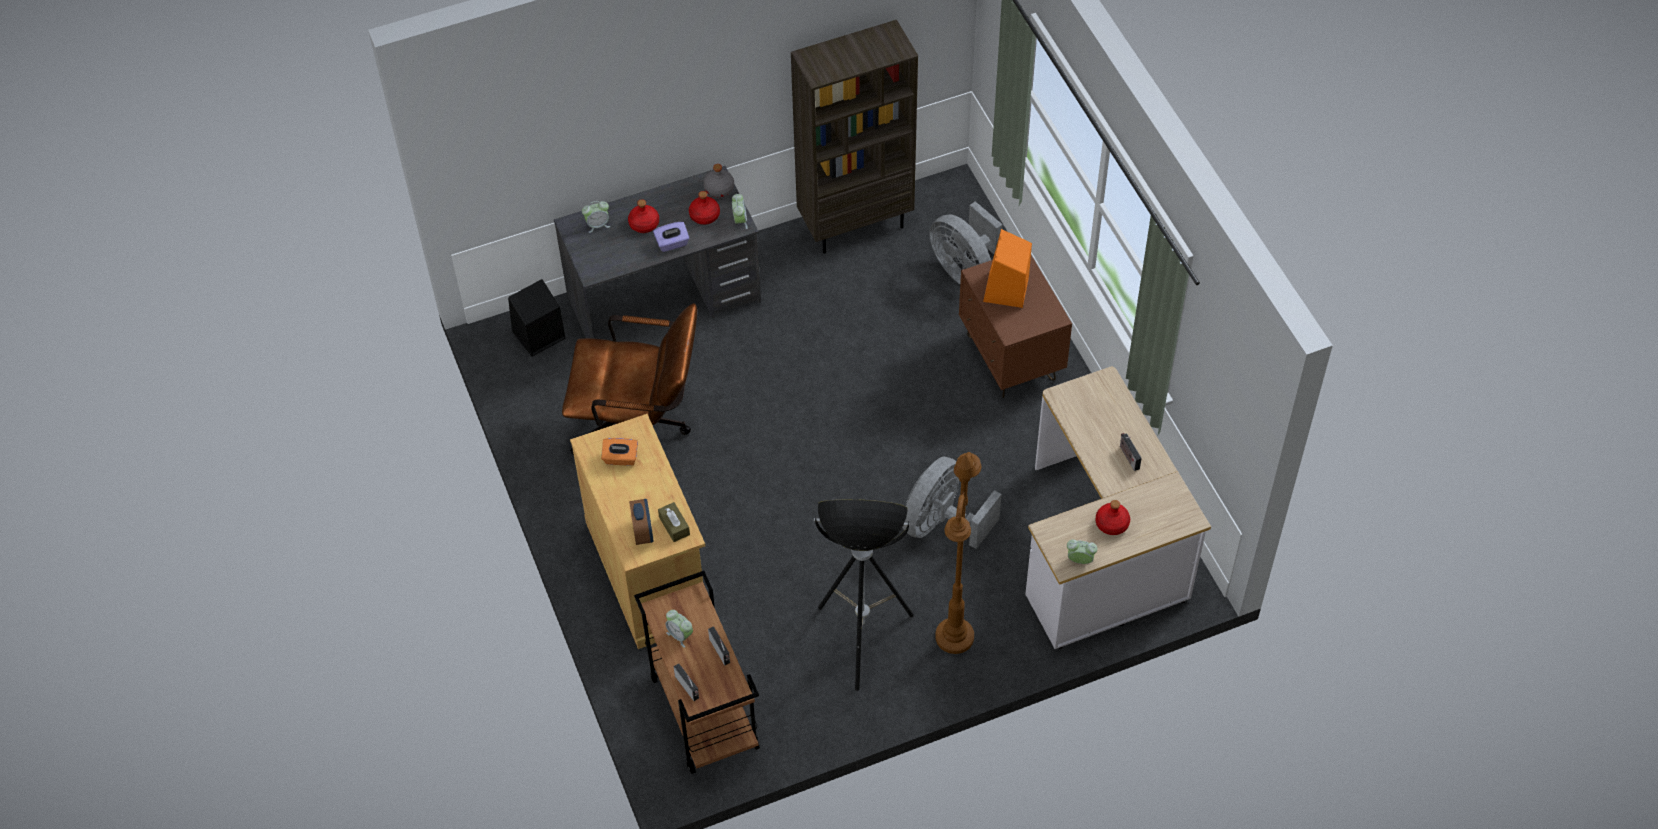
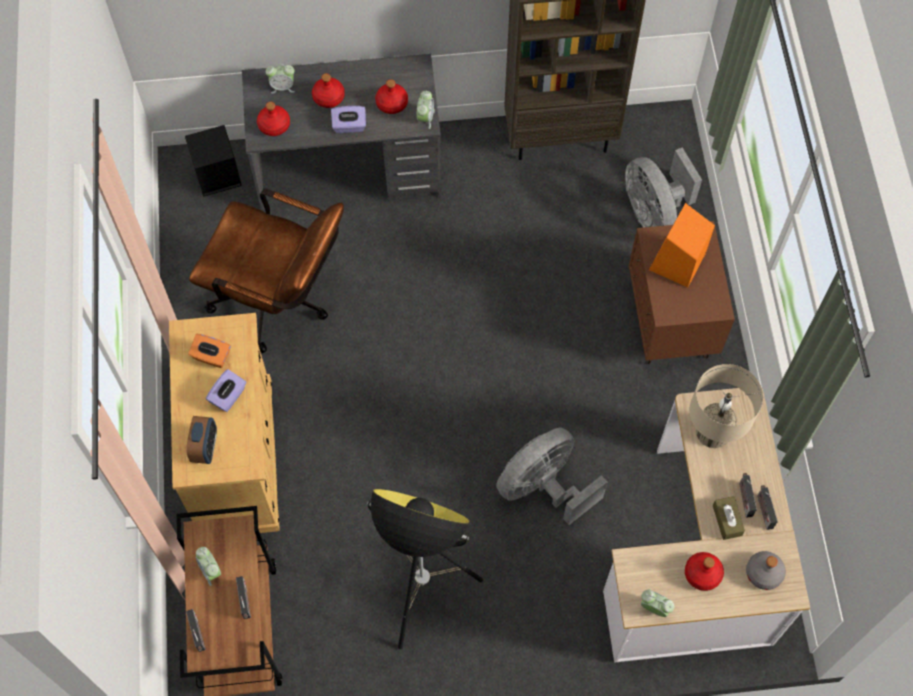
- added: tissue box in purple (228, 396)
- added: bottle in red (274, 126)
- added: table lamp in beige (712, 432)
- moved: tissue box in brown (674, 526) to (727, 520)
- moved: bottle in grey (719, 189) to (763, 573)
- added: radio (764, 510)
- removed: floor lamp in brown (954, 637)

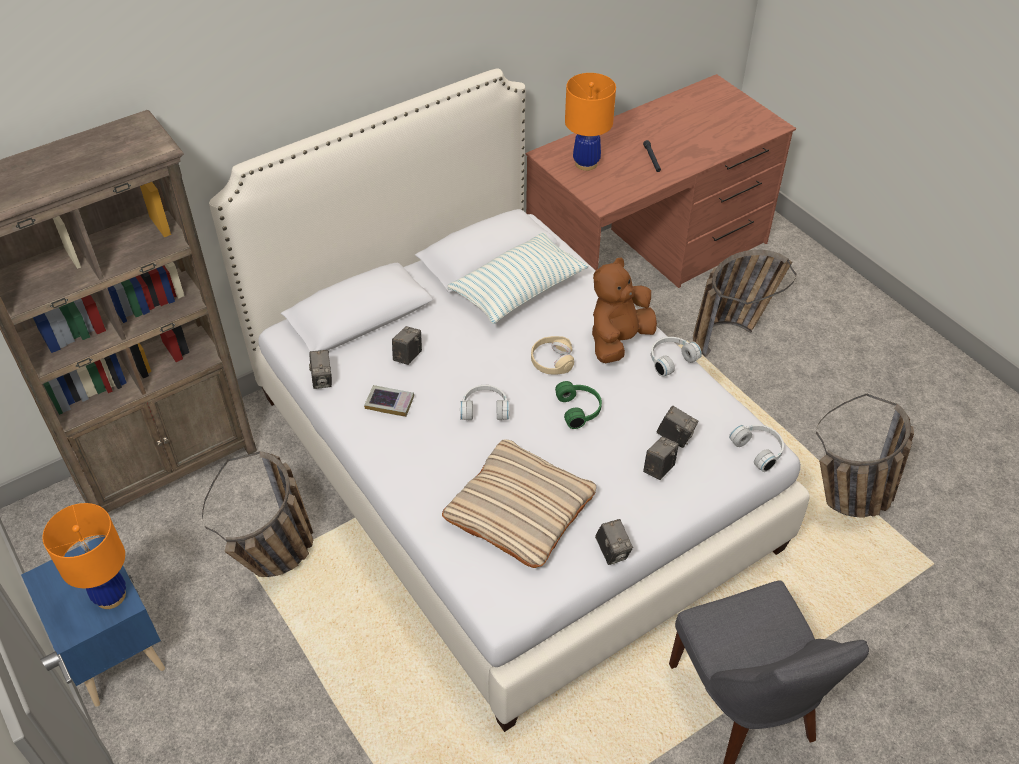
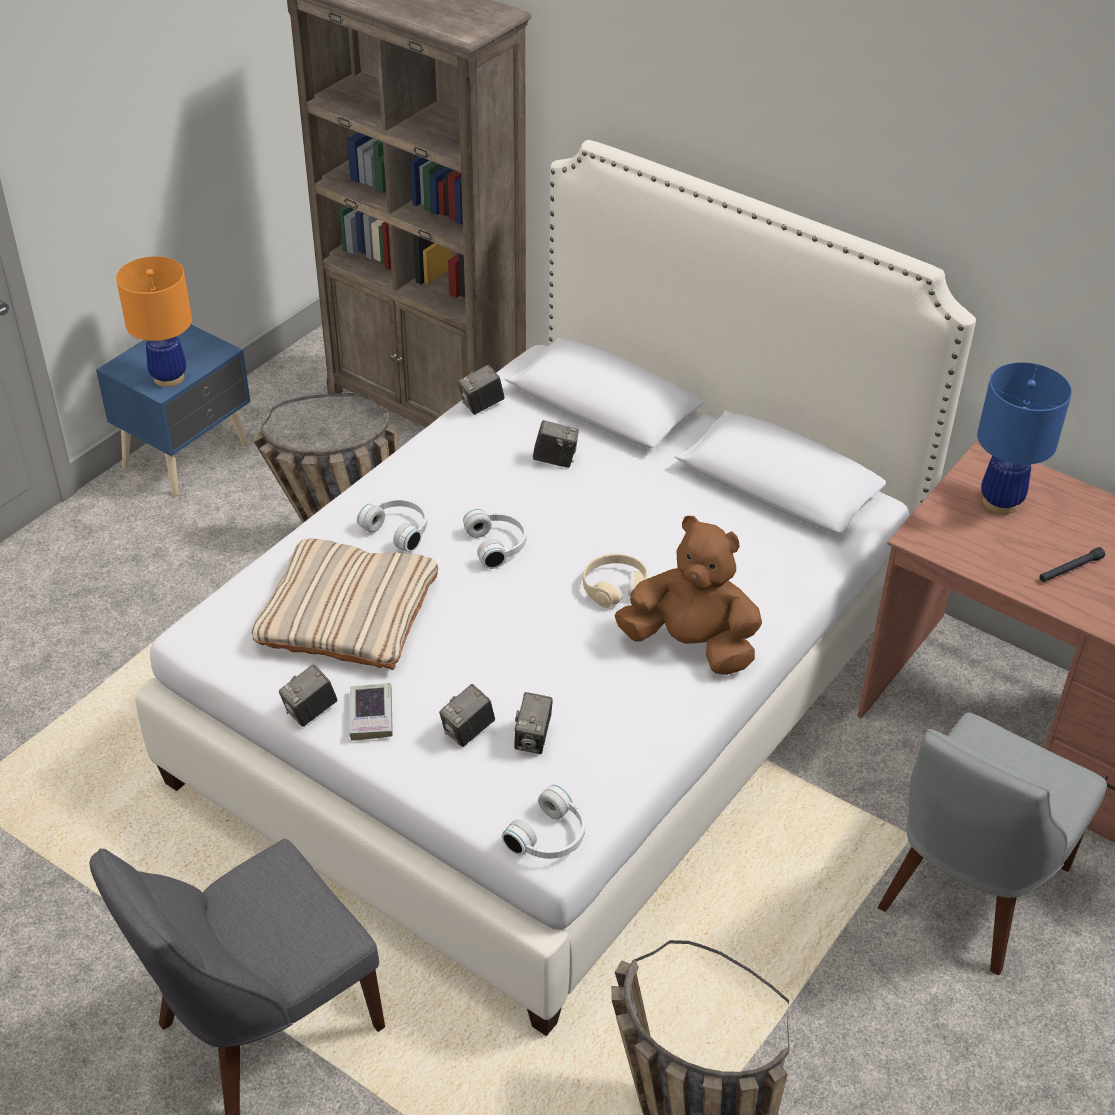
- moved: book (389, 403) to (371, 715)
- moved: headphones in white (670, 359) to (399, 530)
- turned: photo camera (659, 468) = (468, 731) 120 degrees clockwise
- replaced: basket (731, 333) to chair in grey (968, 893)
- recoloured: table lamp in orange (586, 163) to table lamp in blue (1000, 502)
- removed: pillow (518, 290)
- removed: headphones in green (580, 409)

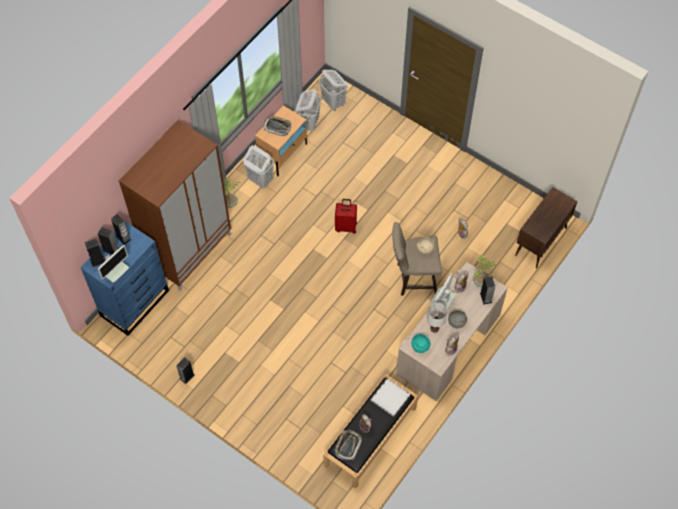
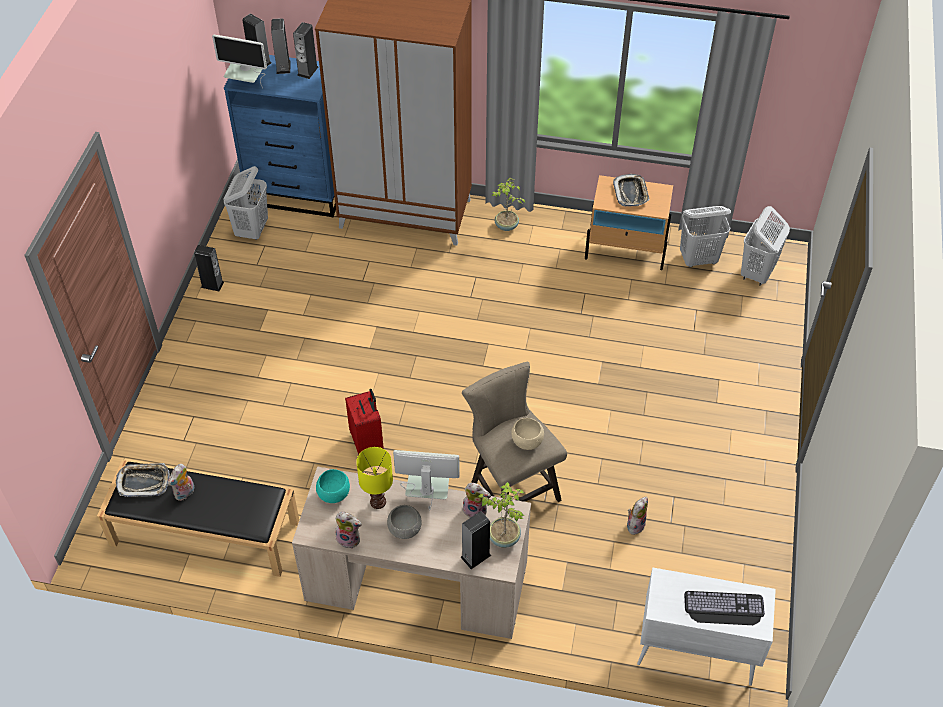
- moved: laundry basket in white (260, 180) to (252, 230)
- moved: suitcase in red (346, 226) to (368, 442)
- recoloured: table lamp in white (434, 328) to table lamp in yellow (378, 502)
- recoloured: cabinet in brown (540, 242) to cabinet in white (695, 652)
- added: keyboard (723, 609)
- removed: tray in white (390, 398)

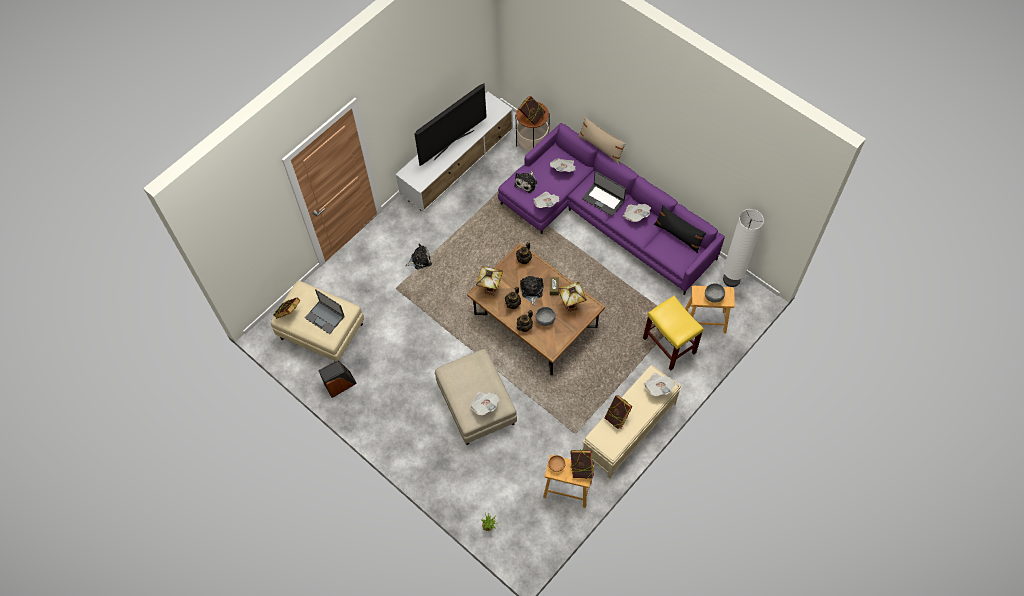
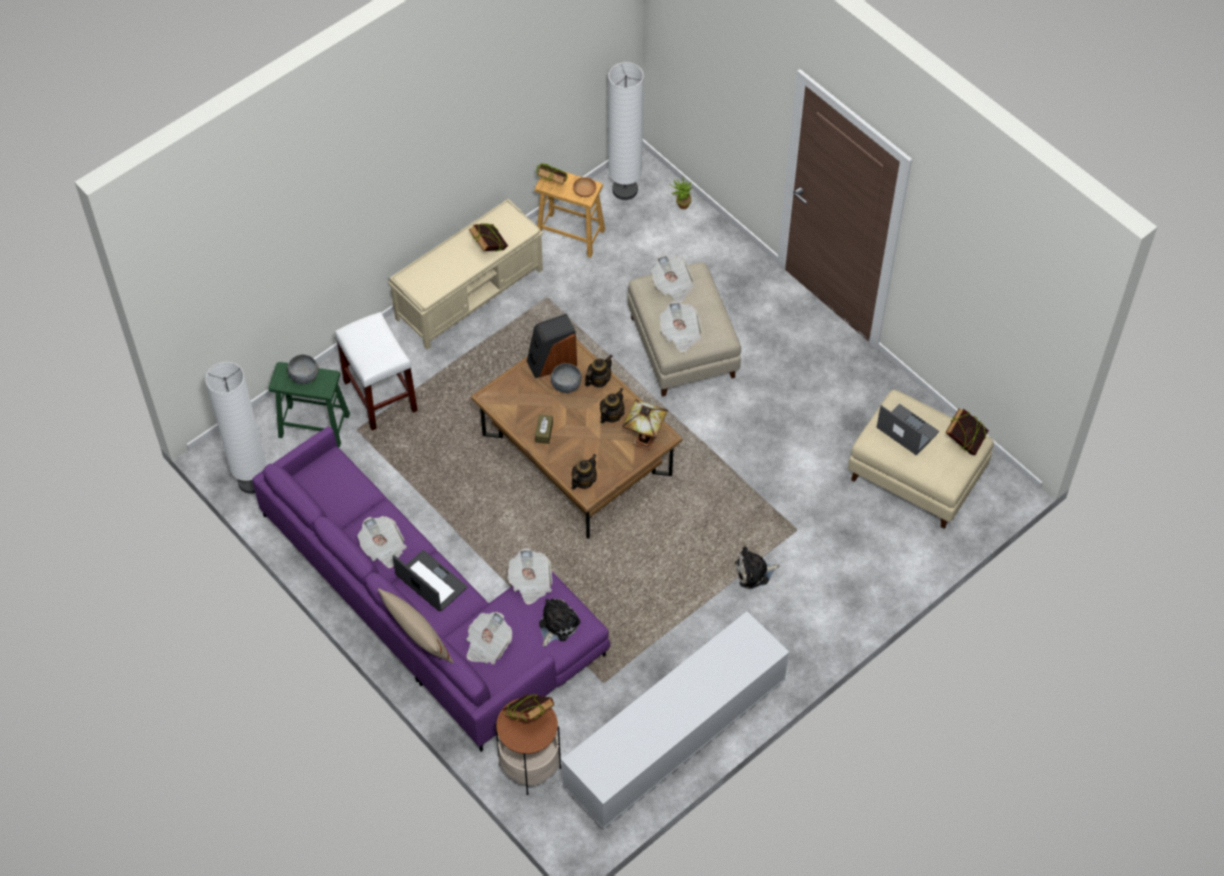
- recoloured: stool in brown (705, 320) to stool in green (314, 425)
- recoloured: stool in yellow (668, 345) to stool in white (381, 396)
- moved: speaker (340, 384) to (552, 362)
- added: floor lamp in white (625, 190)
- moved: newspaper (658, 387) to (680, 334)
- removed: television (453, 144)
- removed: plush toy (531, 291)
- removed: table lamp (571, 305)
- removed: pillow in black (678, 235)

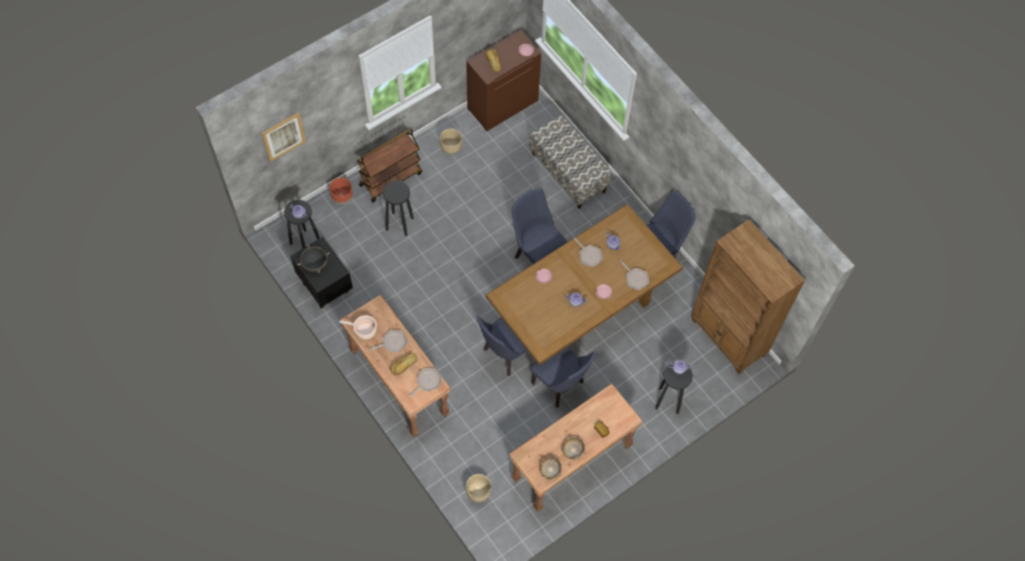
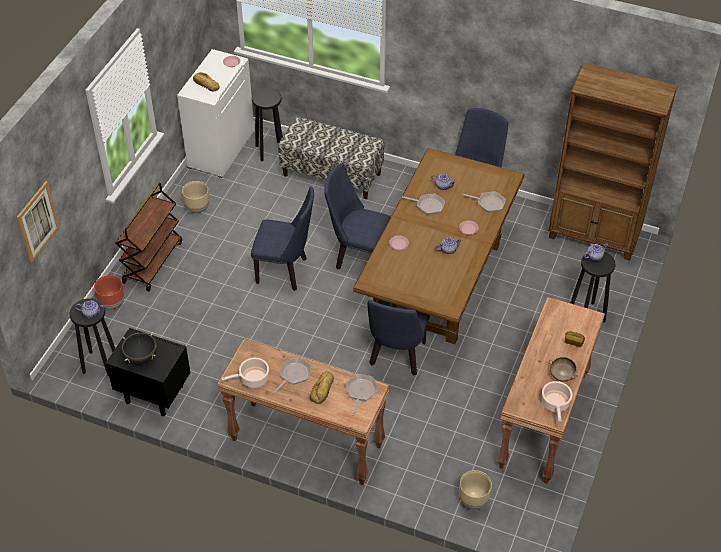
- recoloured: cabinet in brown (502, 104) to cabinet in white (221, 148)
- moved: chair in blue (561, 386) to (286, 271)
- moved: stool in black (399, 223) to (270, 150)
- replaced: bowl in beige (550, 470) to cooking pot (555, 404)

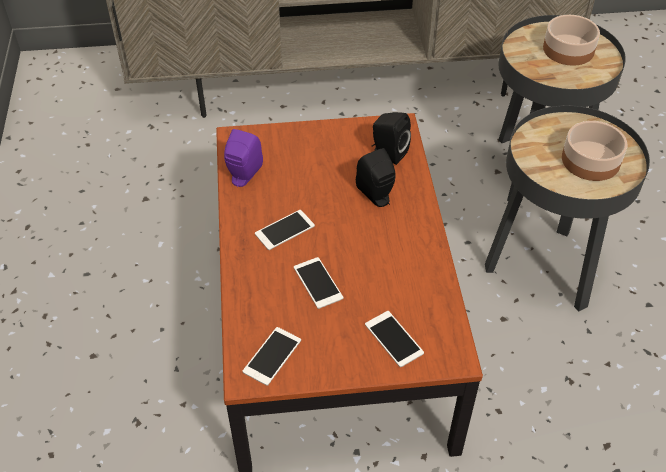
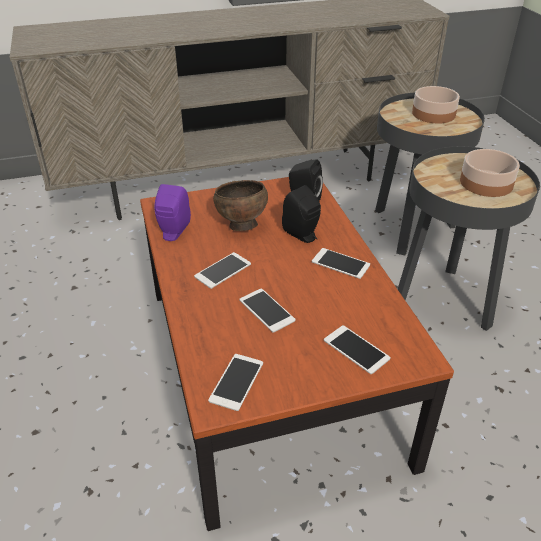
- added: bowl in brown (241, 226)
- added: phone (340, 263)

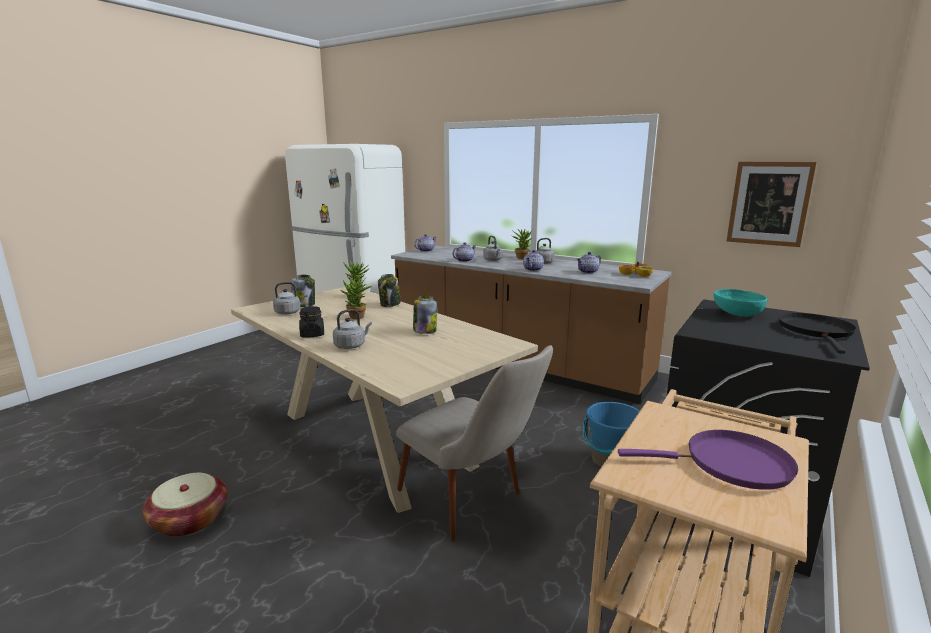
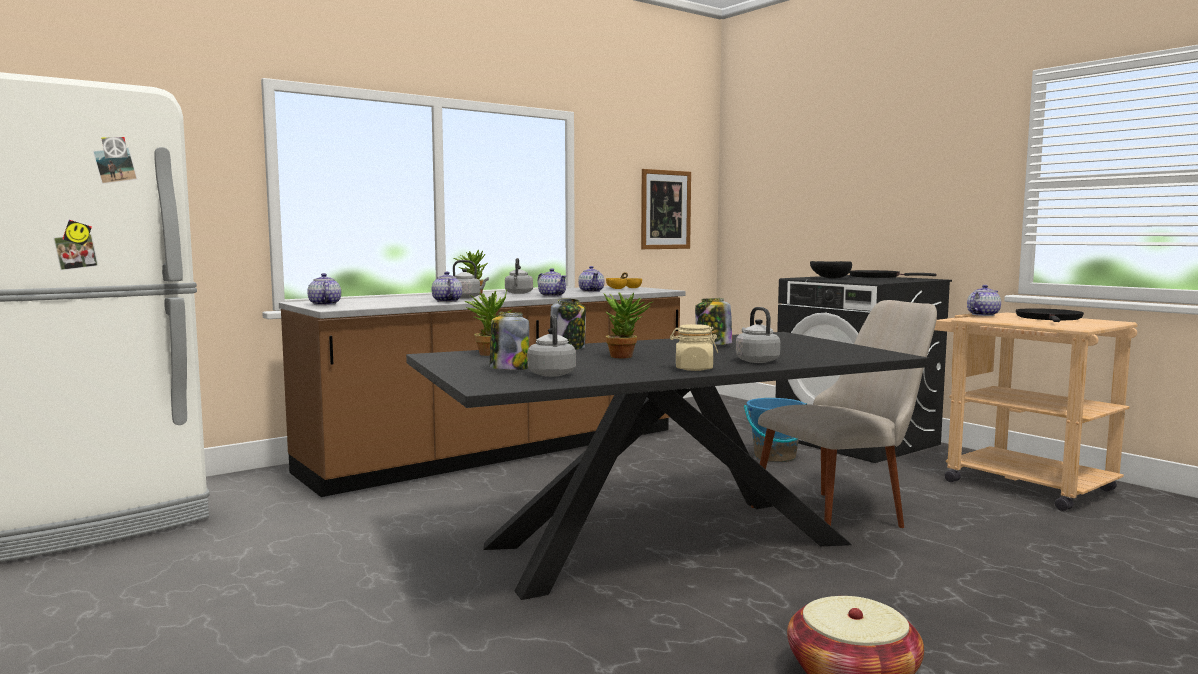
- recoloured: dining table in beige (373, 439) to dining table in black (663, 543)
- recoloured: jar in black (312, 334) to jar in beige (693, 369)
- recoloured: bowl in turquoise (736, 314) to bowl in black (830, 278)
- added: teapot (982, 315)
- recoloured: frying pan in purple (731, 464) to frying pan in black (1049, 319)

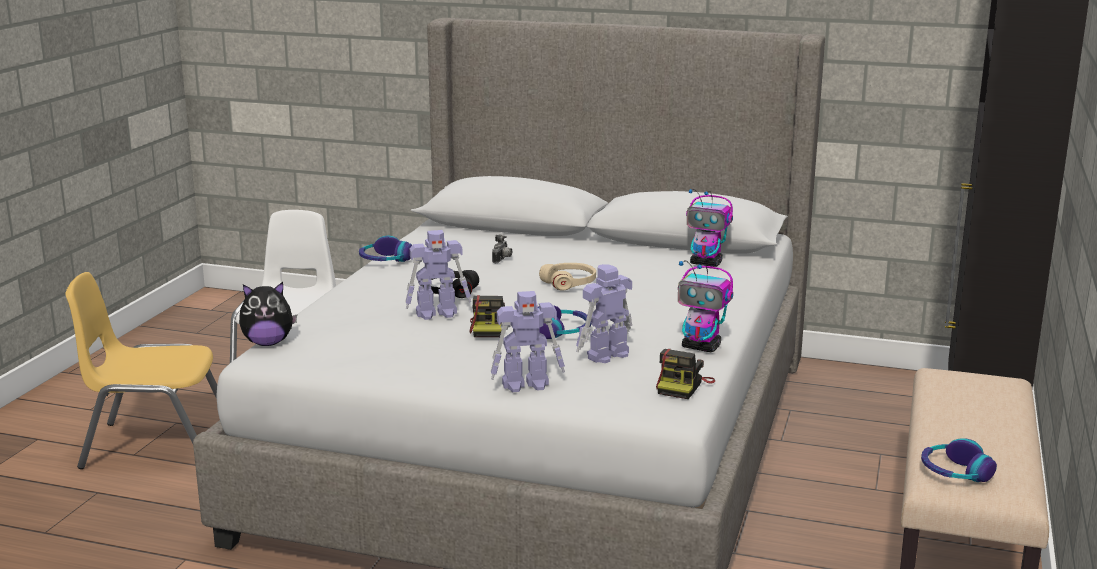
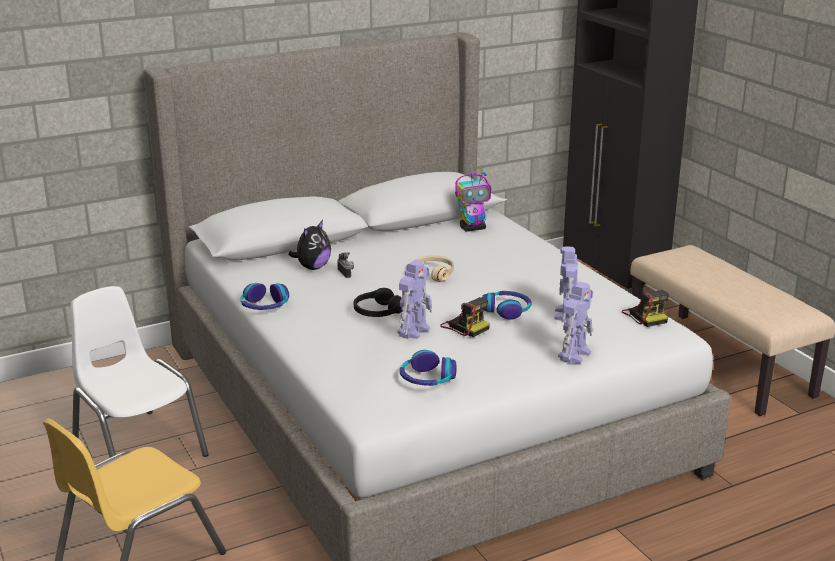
- moved: plush toy (268, 343) to (312, 267)
- moved: headphones (955, 472) to (427, 379)
- removed: toy robot (702, 347)

